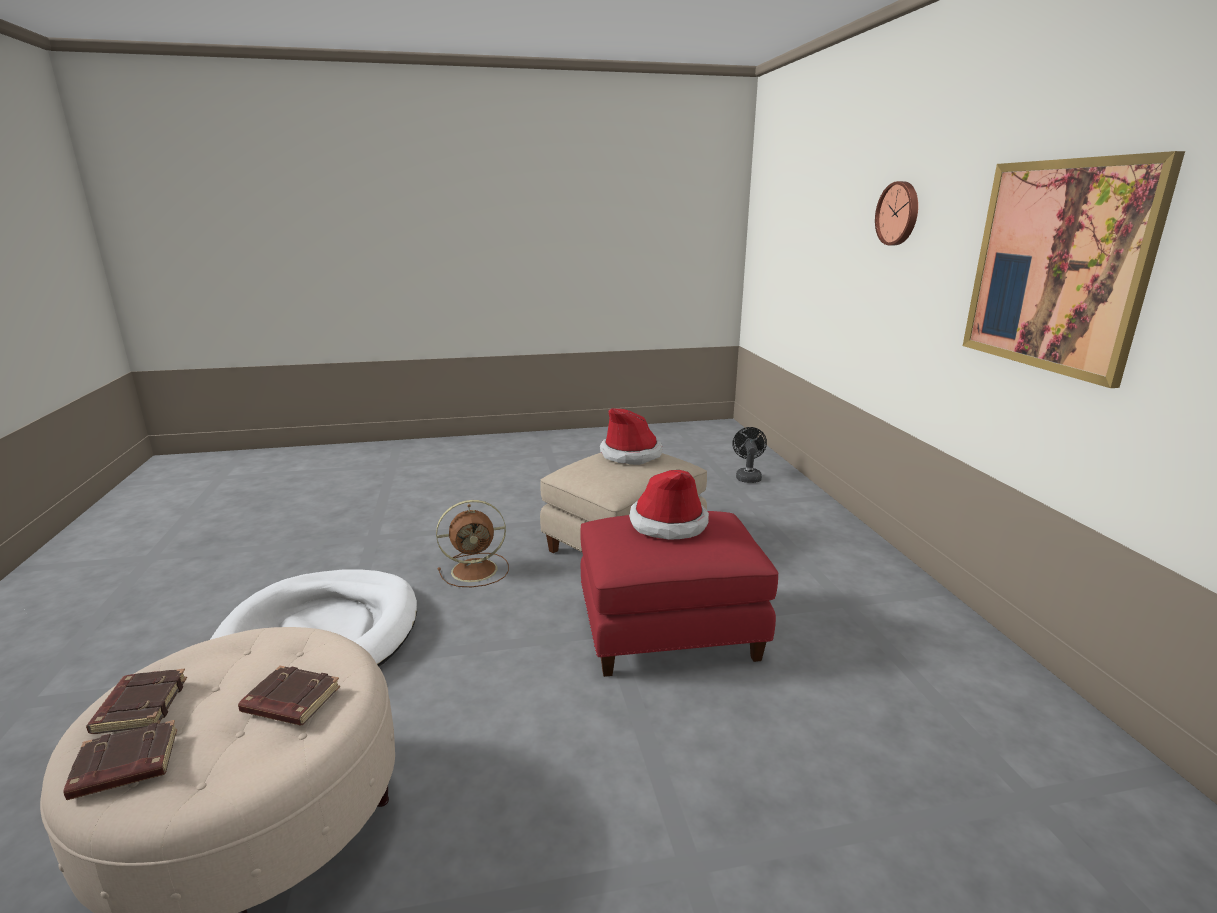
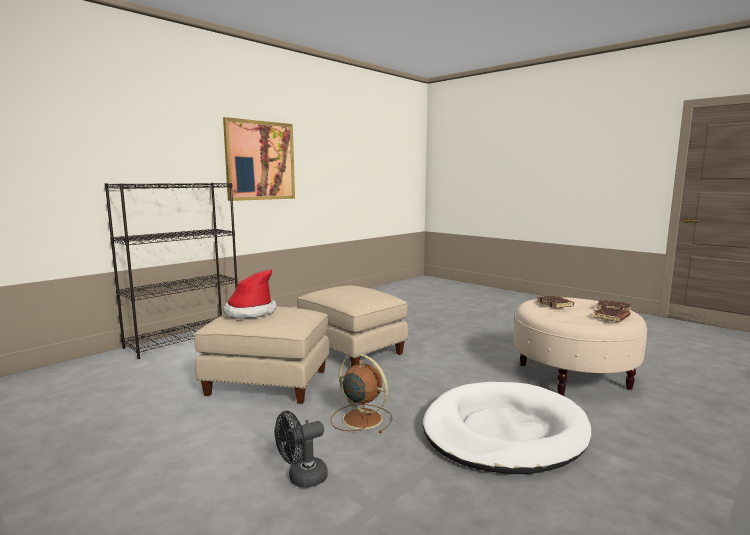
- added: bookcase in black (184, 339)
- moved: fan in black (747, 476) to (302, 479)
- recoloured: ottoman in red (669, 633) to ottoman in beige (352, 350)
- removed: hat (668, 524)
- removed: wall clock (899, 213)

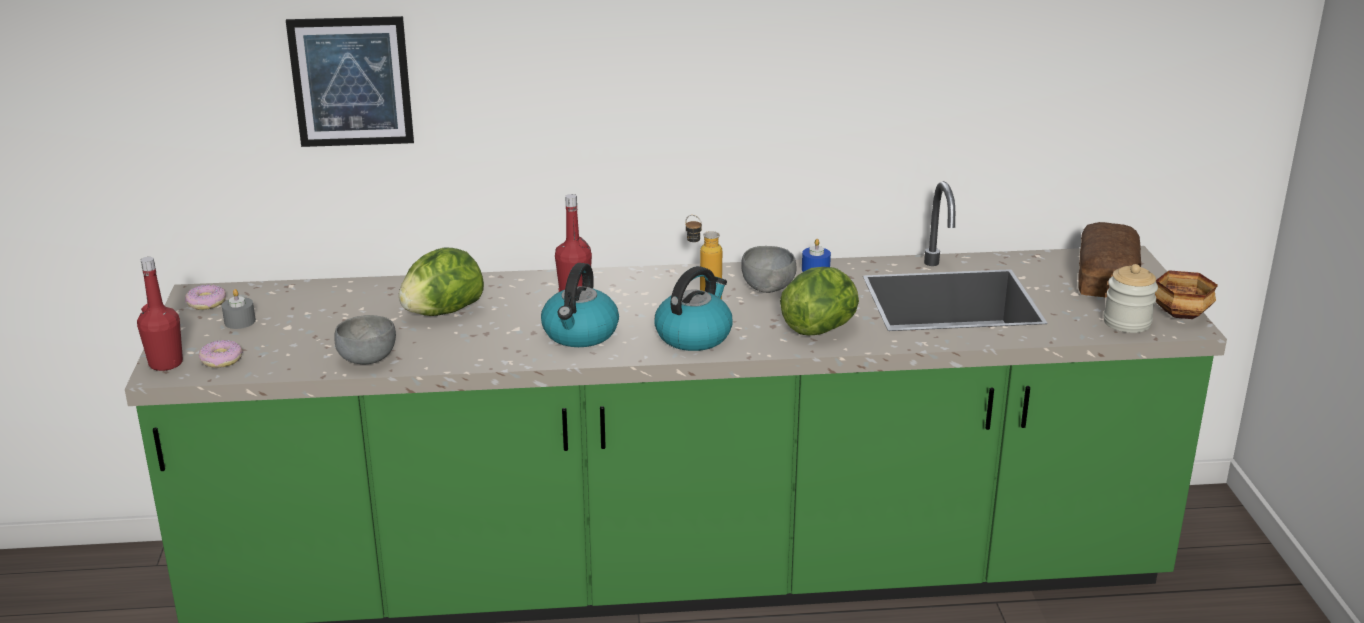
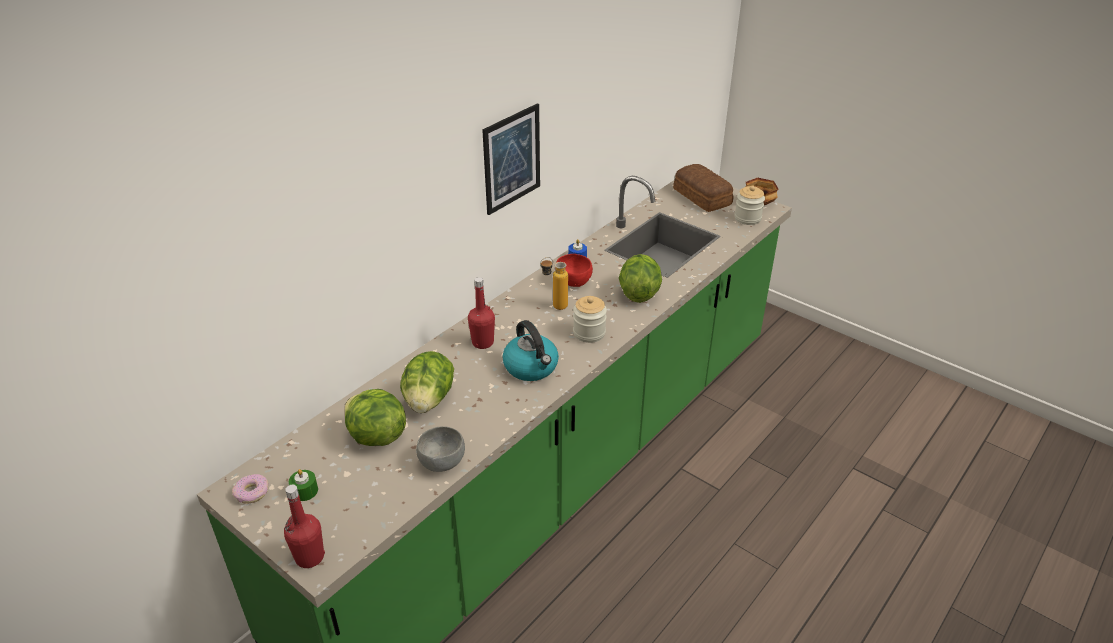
- recoloured: candle in grey (240, 321) to candle in green (305, 491)
- added: lettuce (376, 437)
- moved: picture (351, 82) to (512, 159)
- recoloured: bowl in grey (768, 287) to bowl in red (574, 282)
- replaced: kettle (694, 335) to jar (589, 333)
- removed: donut (221, 360)

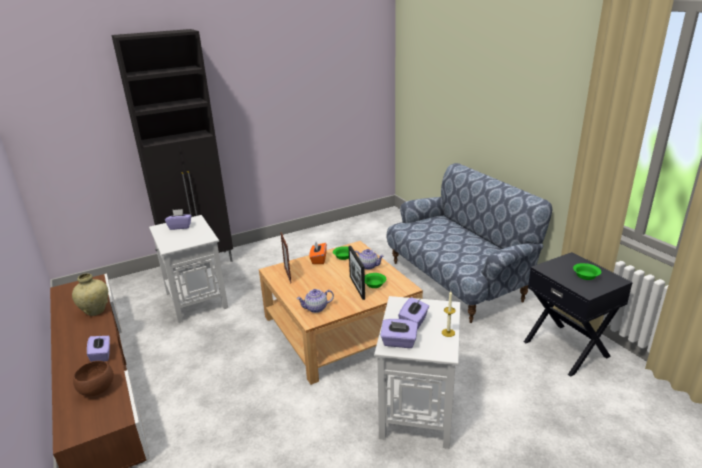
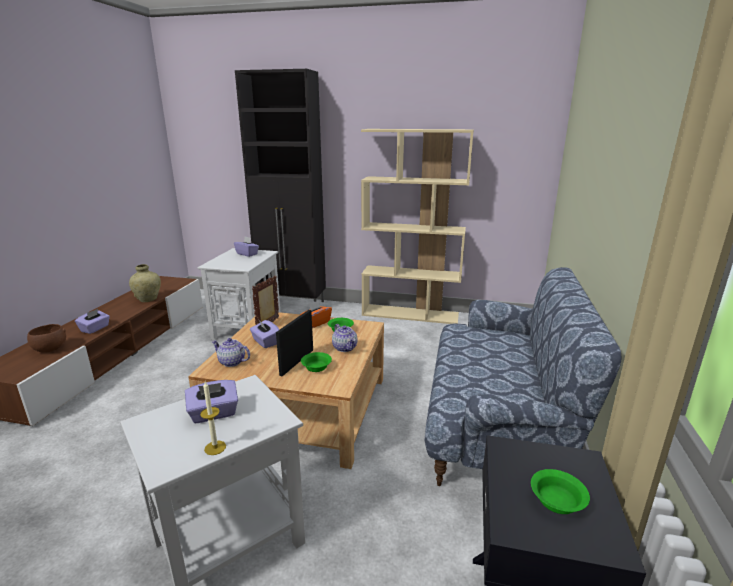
- moved: tissue box in purple (399, 342) to (265, 342)
- added: bookcase in beige (411, 314)

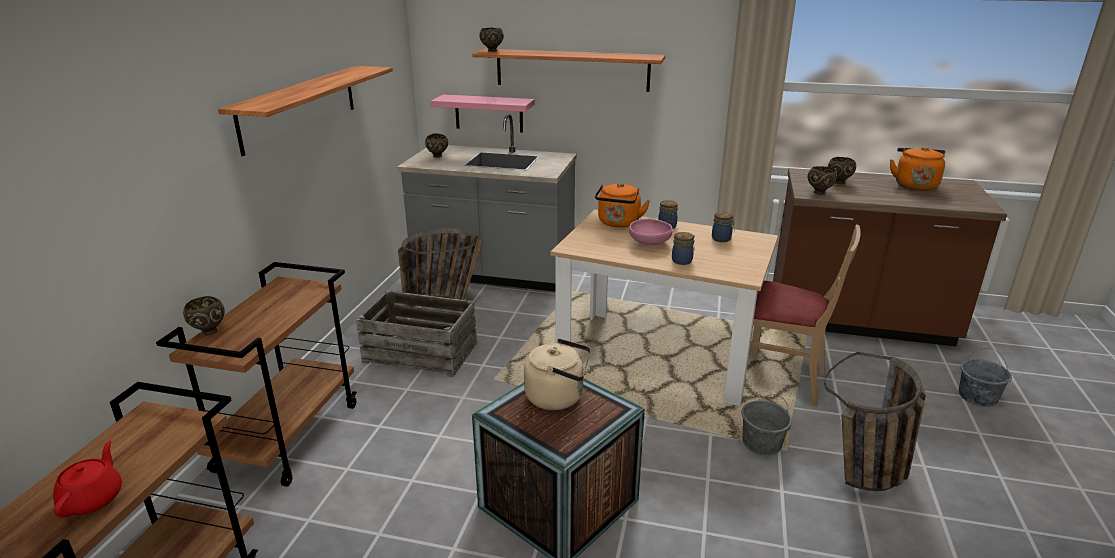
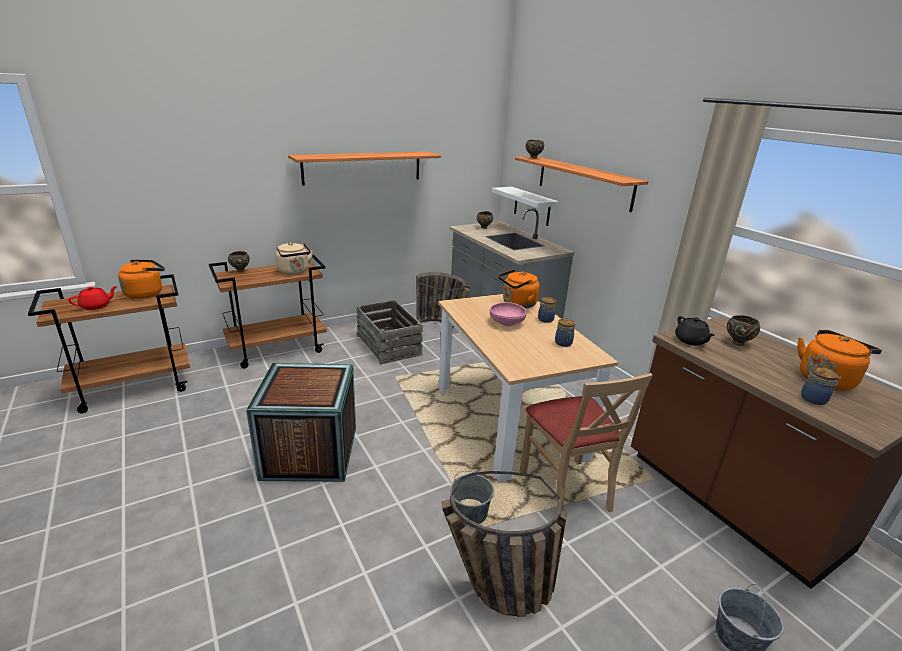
- added: kettle in orange (146, 293)
- moved: kettle in beige (558, 397) to (294, 272)
- recoloured: shelf in pink (489, 113) to shelf in white (532, 206)
- replaced: bowl in brown (819, 192) to teapot in black (690, 341)
- moved: jar (682, 261) to (814, 399)

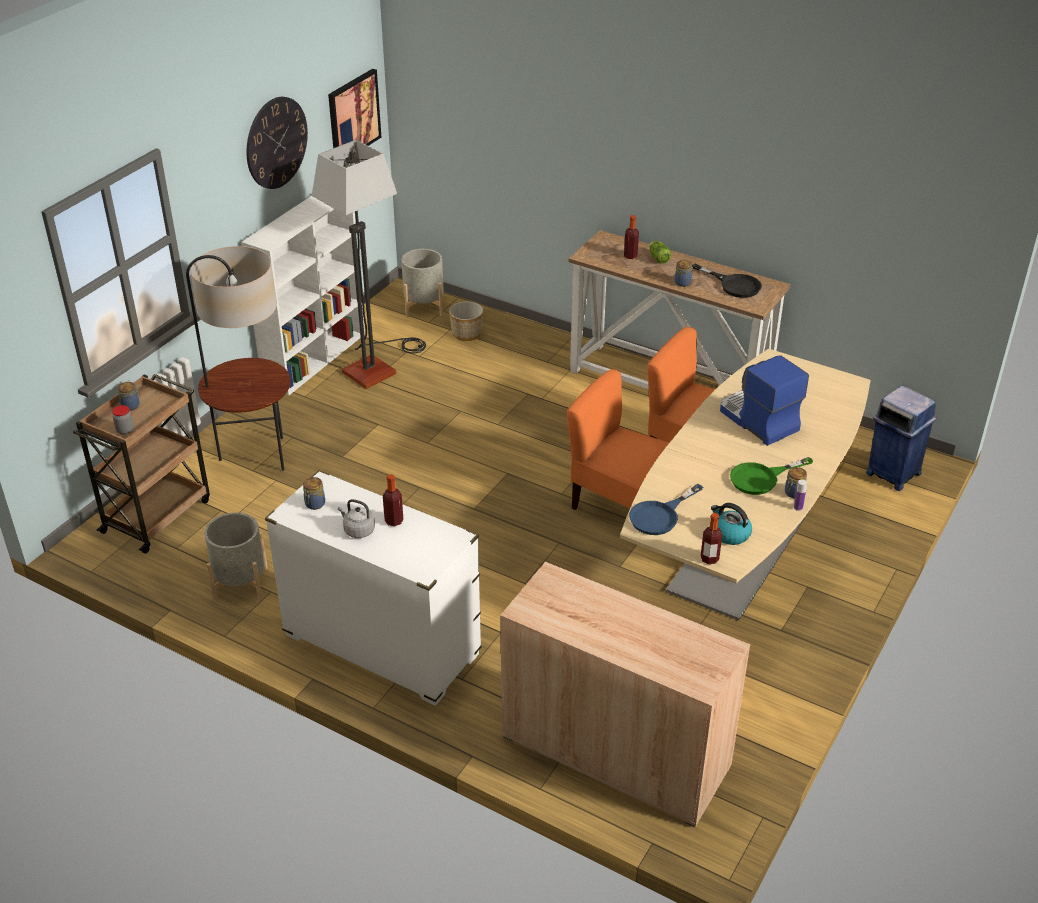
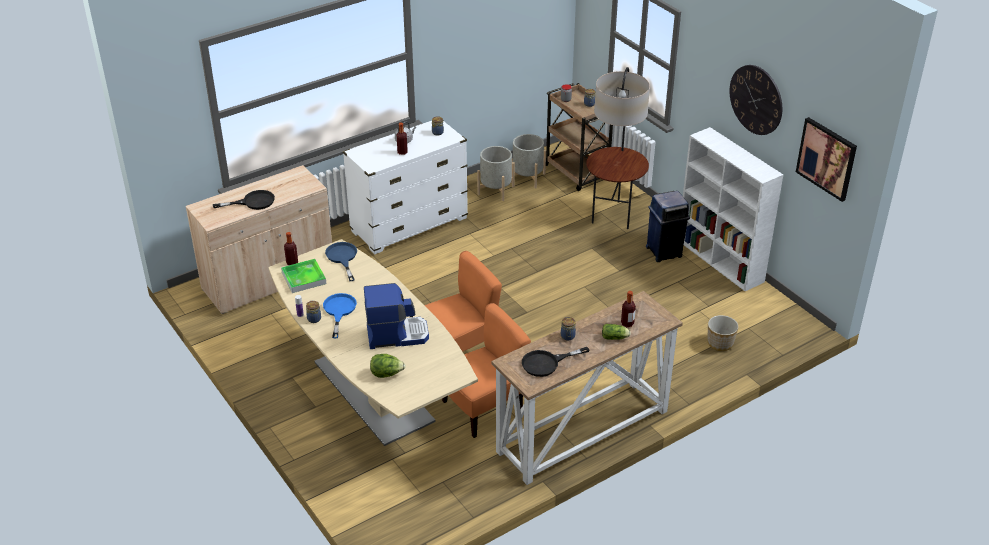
- added: frying pan in black (253, 202)
- replaced: kettle (730, 534) to tray (304, 278)
- recoloured: frying pan in green (761, 478) to frying pan in blue (339, 311)
- added: lettuce (387, 374)
- moved: planter in grey (424, 306) to (527, 178)
- moved: trash can in blue (892, 473) to (664, 251)
- removed: floor lamp (377, 365)

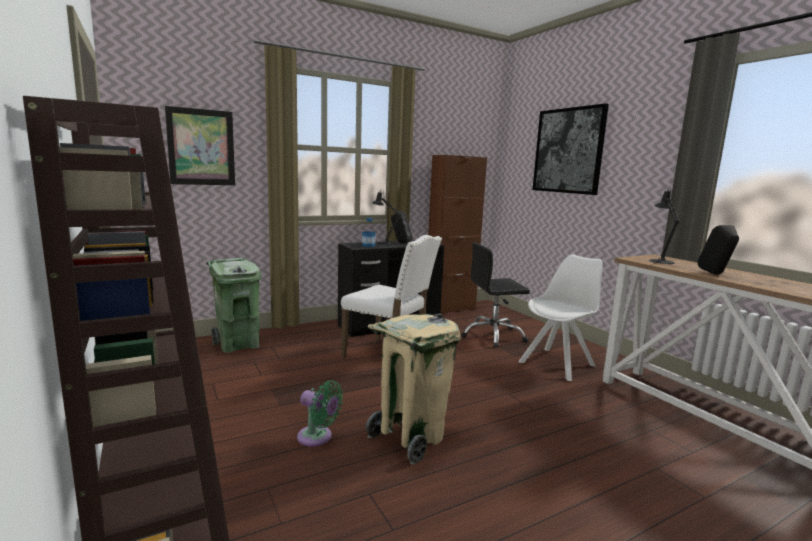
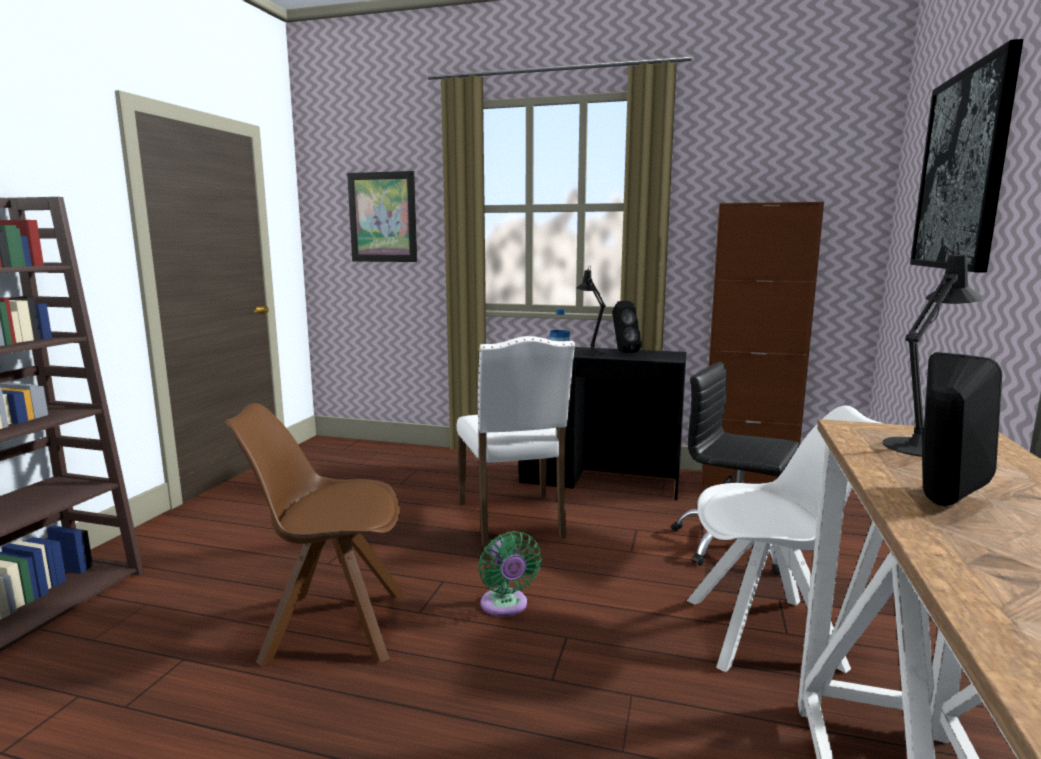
- replaced: trash can in beige (410, 438) to chair in brown (332, 626)
- moved: fan in green (317, 437) to (505, 606)
- removed: trash can in green (238, 344)

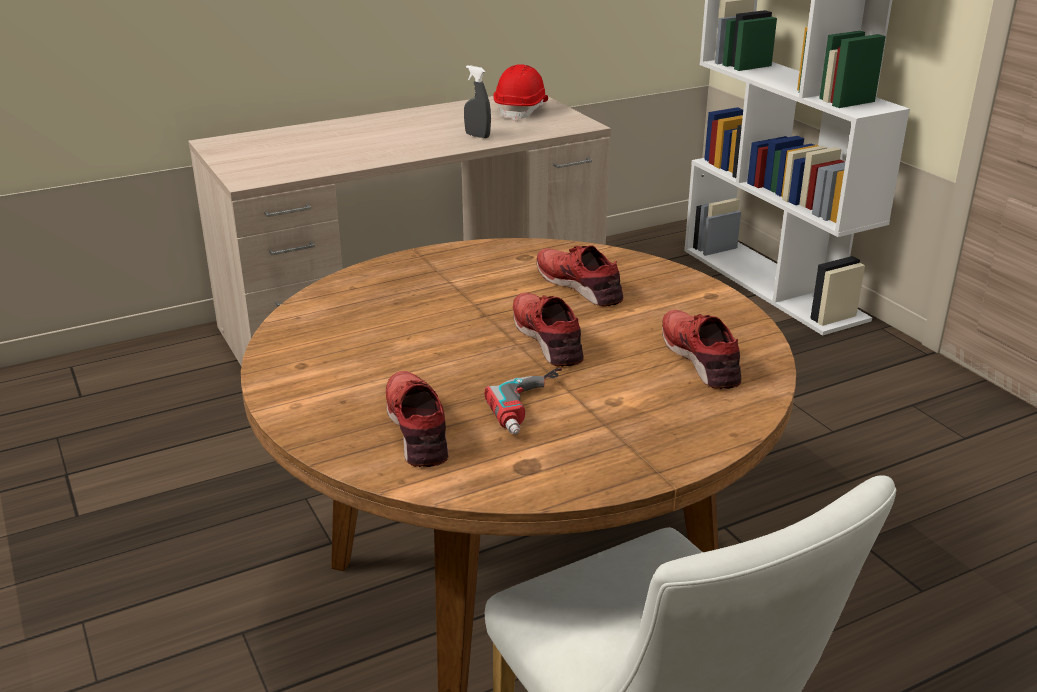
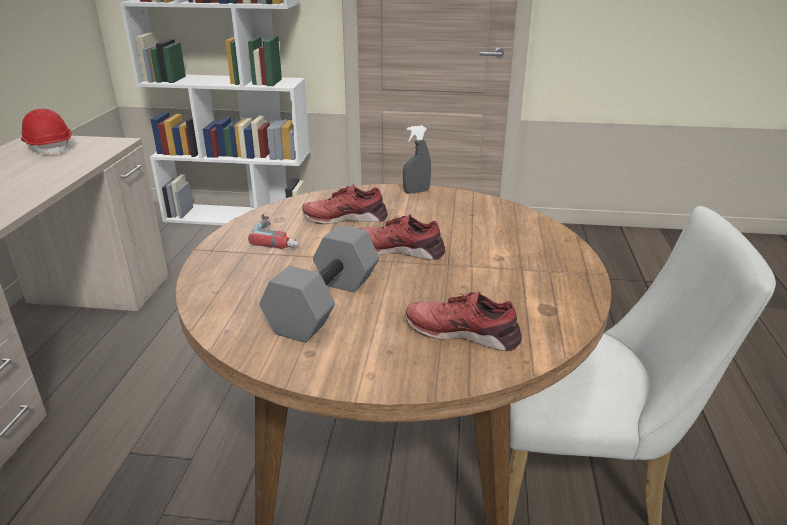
- moved: power drill (536, 407) to (279, 235)
- added: dumbbell in grey (326, 306)
- moved: spray bottle in grey (477, 136) to (416, 192)
- removed: shoe in red (701, 358)

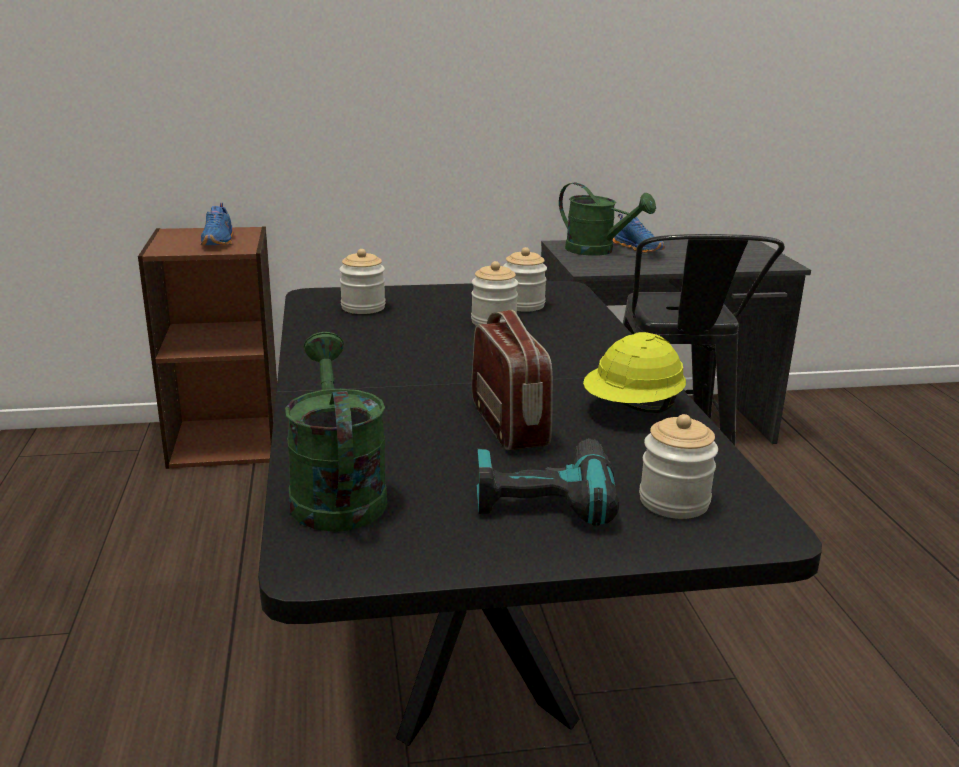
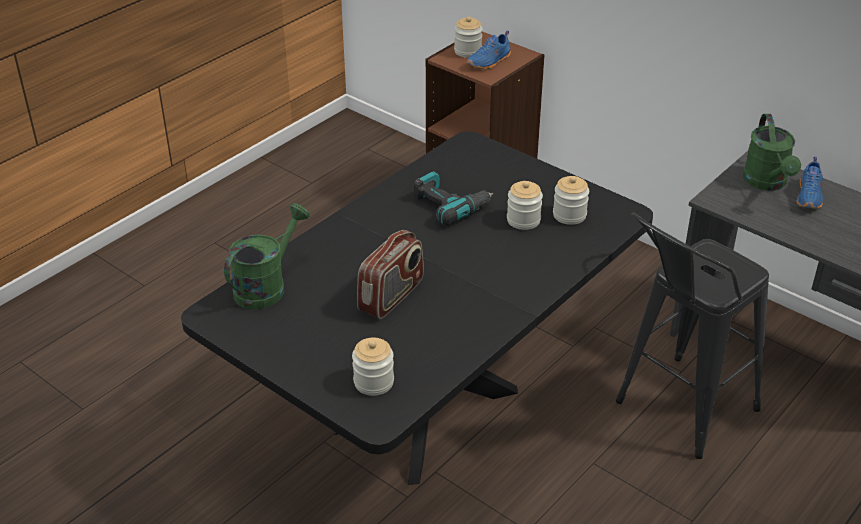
- moved: power drill (544, 496) to (450, 205)
- moved: jar (363, 307) to (467, 51)
- removed: hard hat in yellow (632, 409)

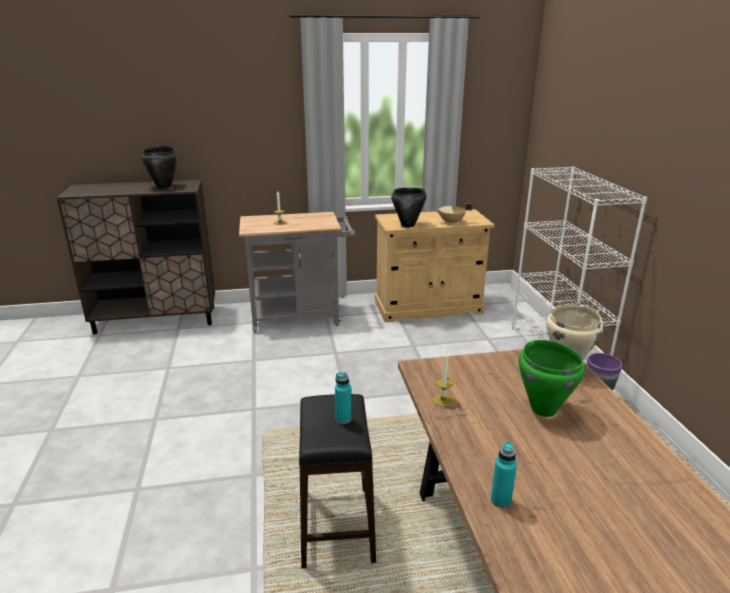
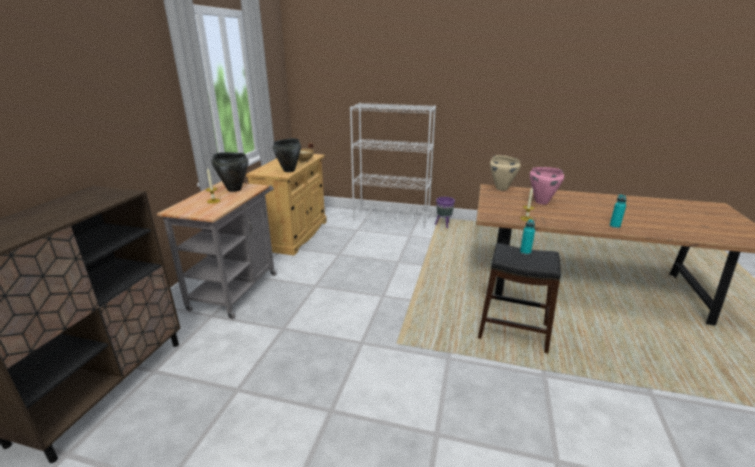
- moved: cooking pot in black (164, 186) to (234, 189)
- recoloured: cooking pot in green (543, 409) to cooking pot in pink (541, 202)

